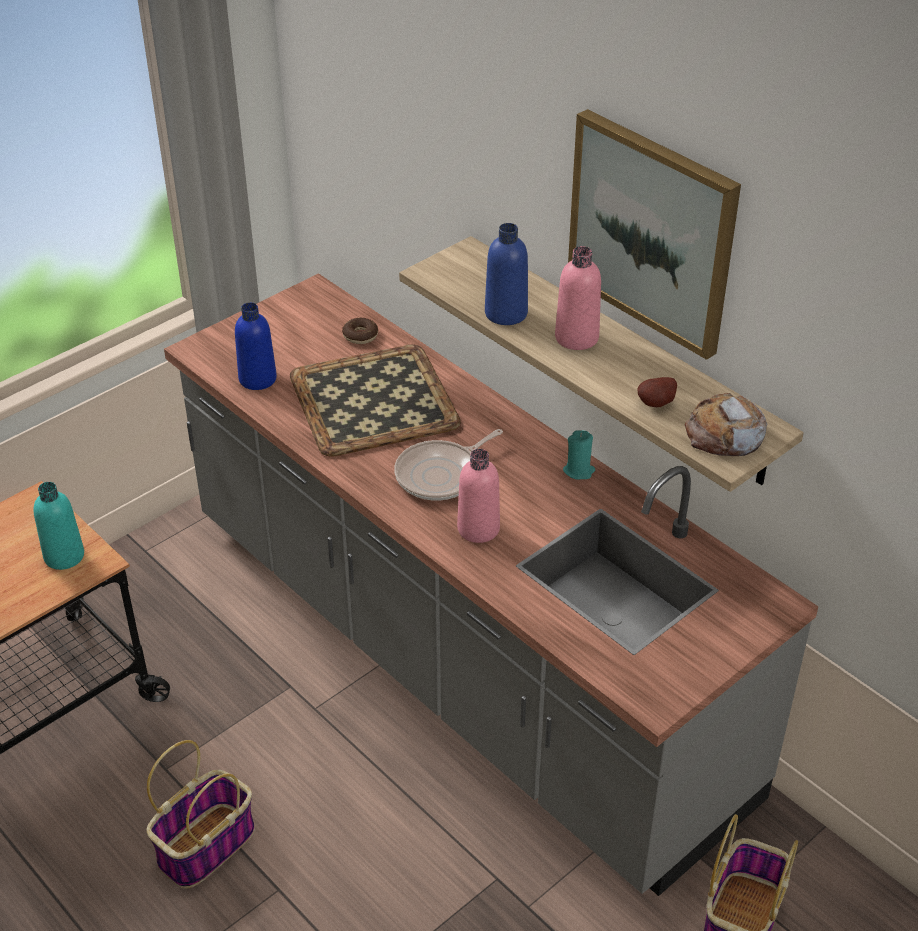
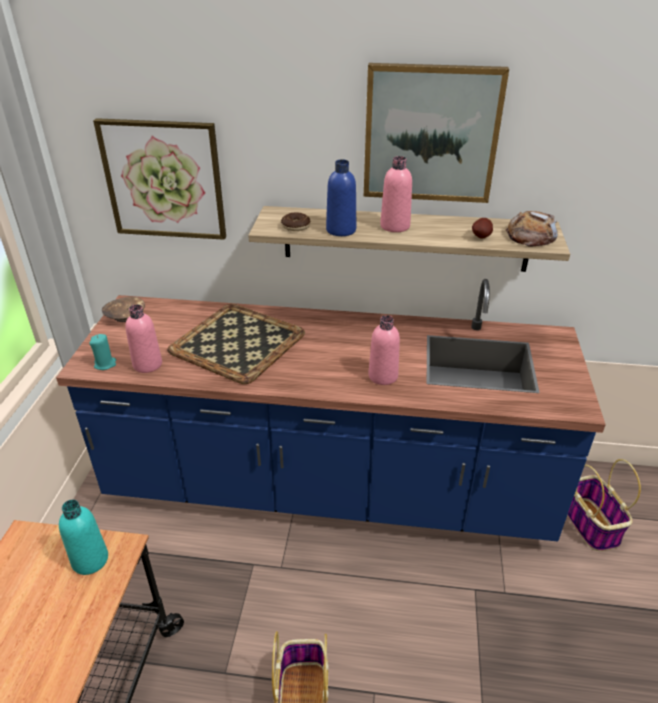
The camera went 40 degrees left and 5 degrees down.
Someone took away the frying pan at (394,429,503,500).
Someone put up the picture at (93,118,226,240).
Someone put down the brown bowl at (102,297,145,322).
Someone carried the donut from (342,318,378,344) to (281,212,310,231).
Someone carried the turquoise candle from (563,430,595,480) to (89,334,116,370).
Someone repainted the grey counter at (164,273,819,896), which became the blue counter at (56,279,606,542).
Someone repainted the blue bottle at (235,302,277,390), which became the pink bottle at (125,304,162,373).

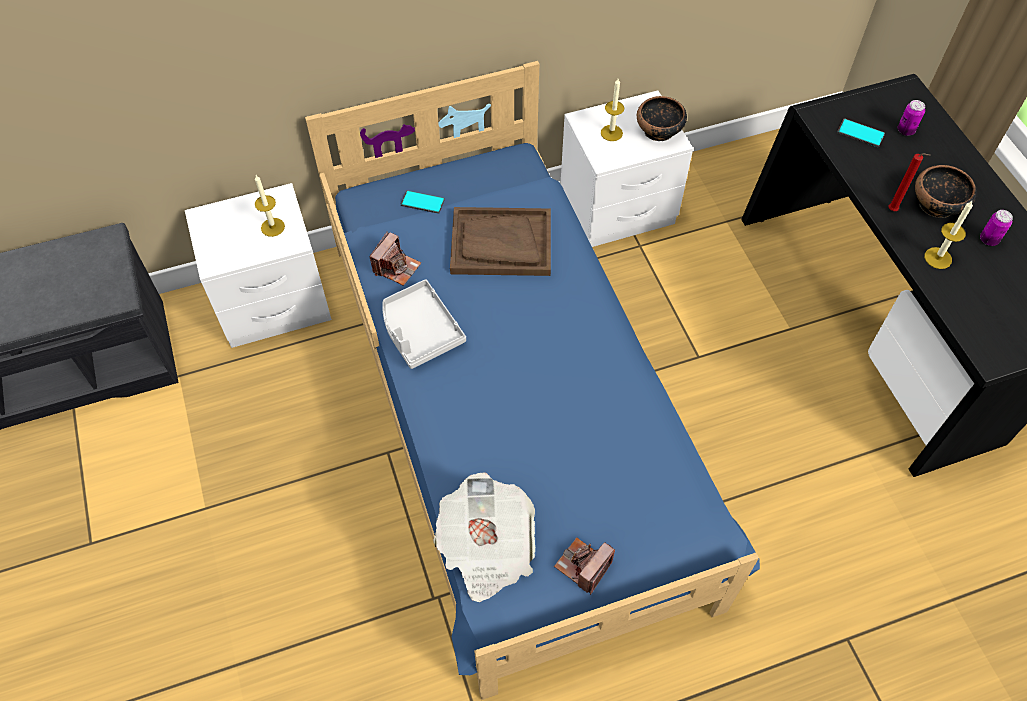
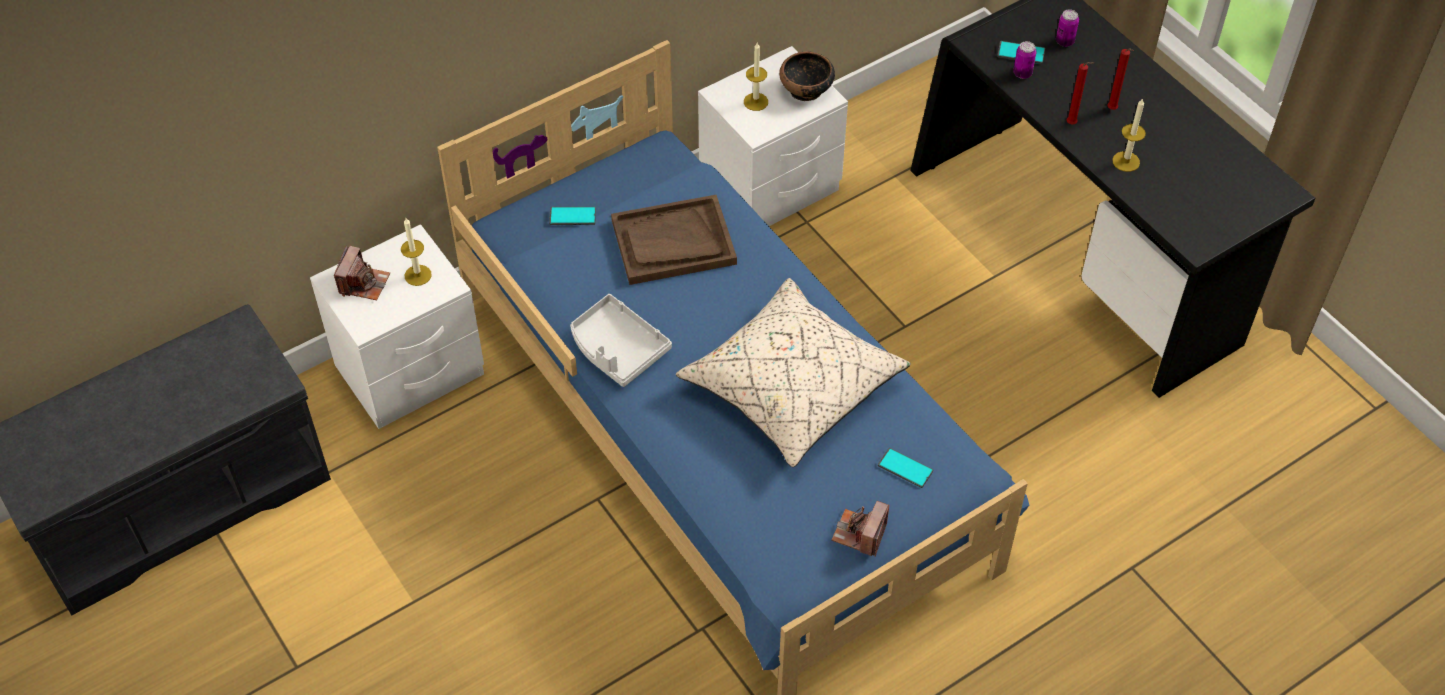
The camera went 15 degrees left and 5 degrees down.
Someone took away the newspaper at (434,473,535,602).
Someone put down the beige pillow at (676,278,911,467).
Someone put down the phone at (878,448,933,488).
Someone carried the photo camera from (370,232,421,286) to (334,246,390,300).
Someone carried the can from (980,210,1013,246) to (1013,41,1037,79).
Someone swapped the bowl at (915,165,977,218) for the red candle at (1107,49,1134,110).

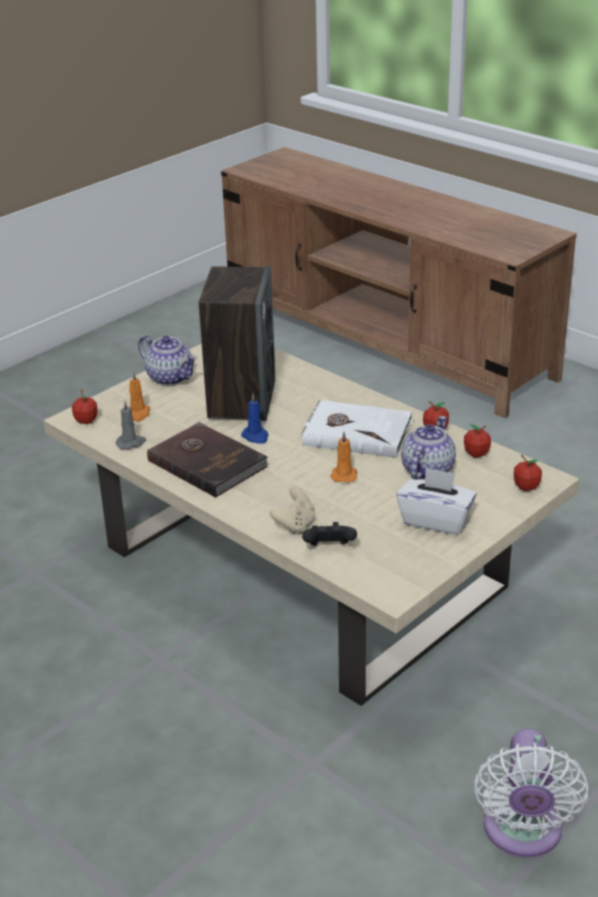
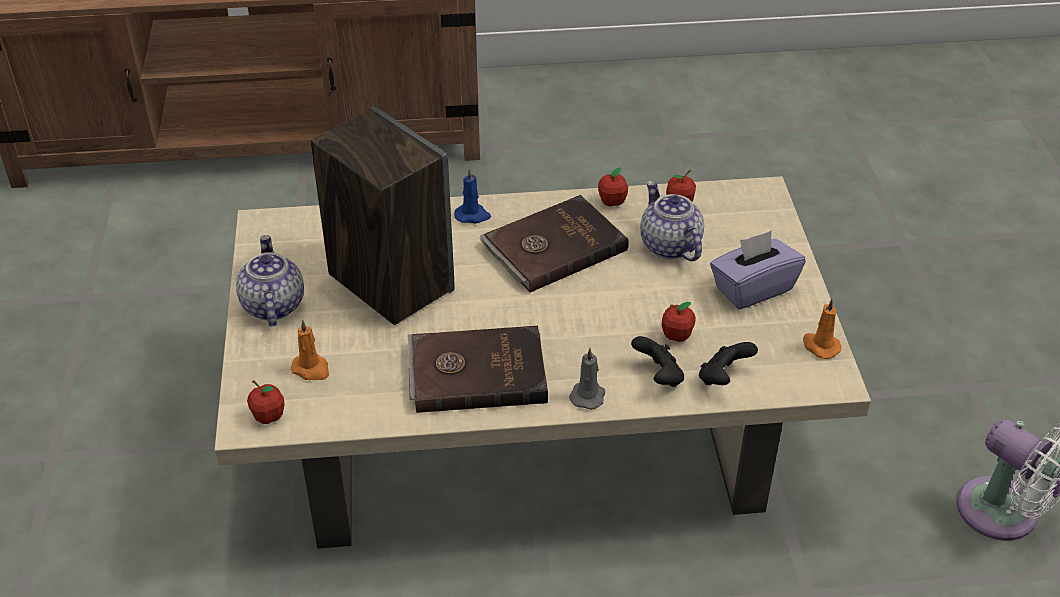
The camera went 50 degrees left and 10 degrees up.
Someone carried the grey candle from (116,400,146,449) to (569,348,605,410).
Someone carried the blue candle from (241,394,269,444) to (454,168,491,224).
Someone carried the orange candle from (330,432,357,483) to (803,299,841,359).
Someone carried the apple from (514,455,542,491) to (662,302,696,342).
Someone repainted the beige game controller at (270,487,315,535), which became the black game controller at (631,336,684,387).
Someone repainted the white book at (301,400,414,458), which became the brown book at (479,195,629,292).
Someone repainted the white tissue box at (396,467,477,535), which became the purple tissue box at (710,231,806,309).
Someone rotated the teapot at (138,336,197,385) by 90 degrees counterclockwise.

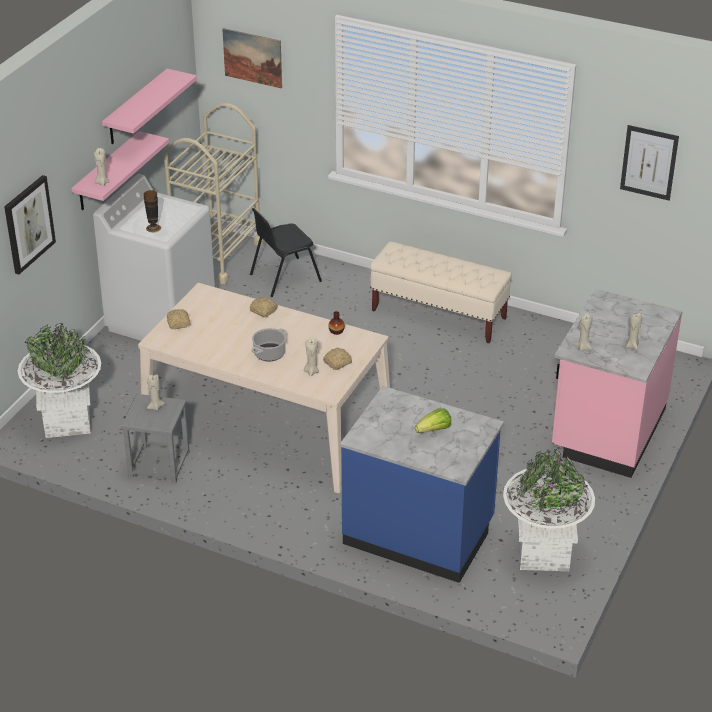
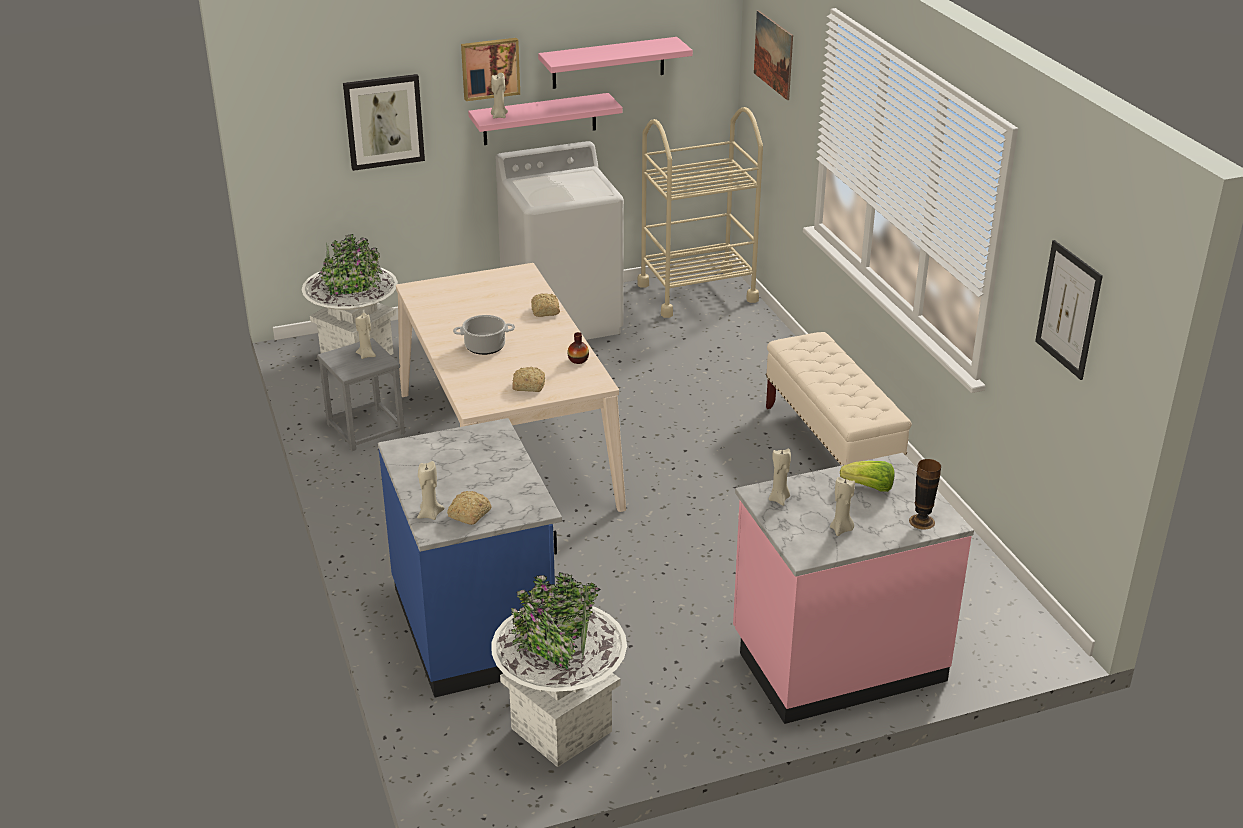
The camera went 45 degrees right and 5 degrees down.
Someone took away the black chair at (250,208,322,297).
Someone put up the picture at (461,38,520,101).
Someone carried the vase from (144,190,161,232) to (909,459,941,529).
Someone carried the bread from (167,309,191,329) to (447,491,491,525).
Someone carried the beige candle from (304,337,319,376) to (417,461,445,520).
Someone carried the lettuce from (415,408,451,433) to (840,461,895,492).

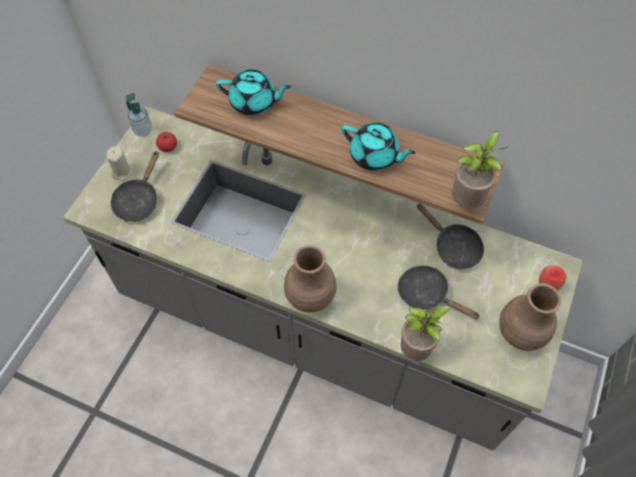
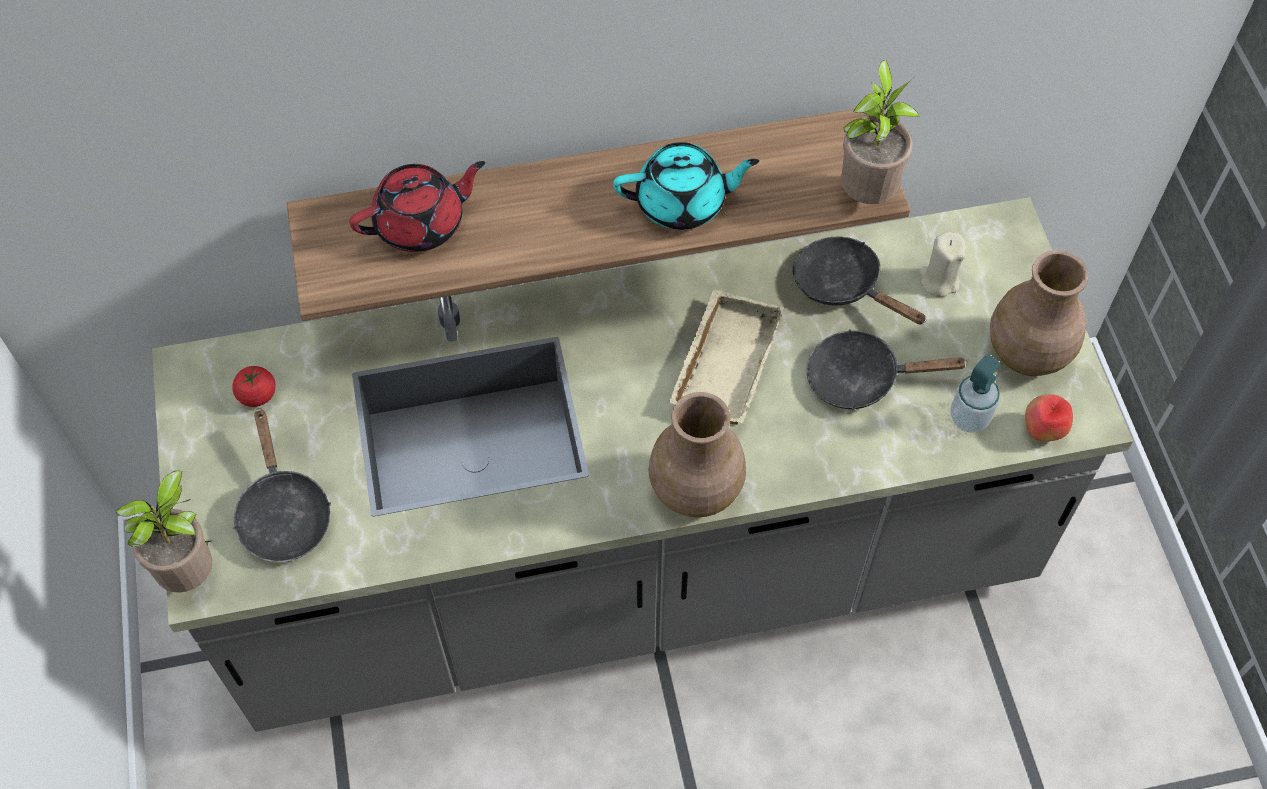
The camera went 35 degrees left and 0 degrees up.
Someone put down the beige tray at (668,289,784,425).
Someone carried the beige candle from (107,147,133,181) to (919,232,966,297).
Someone carried the soap dispenser from (126,93,152,137) to (951,354,1001,433).
Someone carried the potted plant from (401,305,451,361) to (116,471,212,593).
Someone carried the apple from (539,265,566,291) to (1025,394,1073,441).
Someone repainted the turquoise teapot at (216,69,291,115), which became the red teapot at (349,161,485,252).
Someone rotated the black frying pan at (417,203,484,269) by 150 degrees counterclockwise.

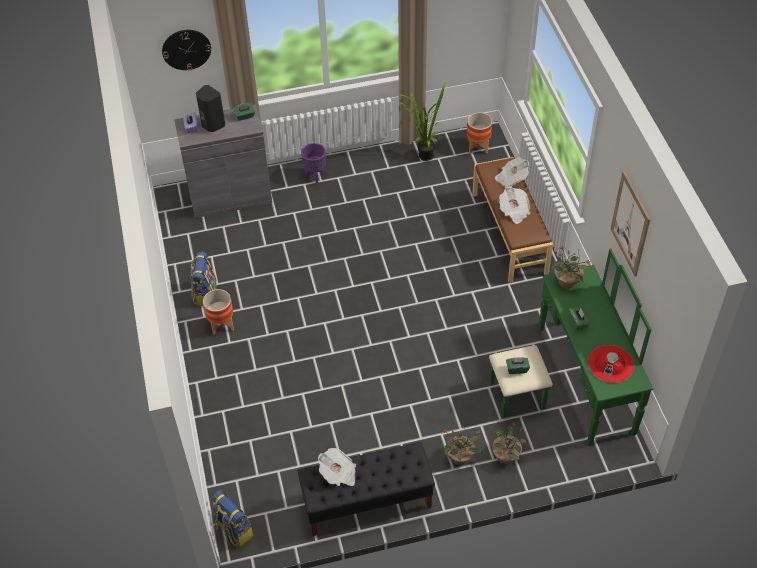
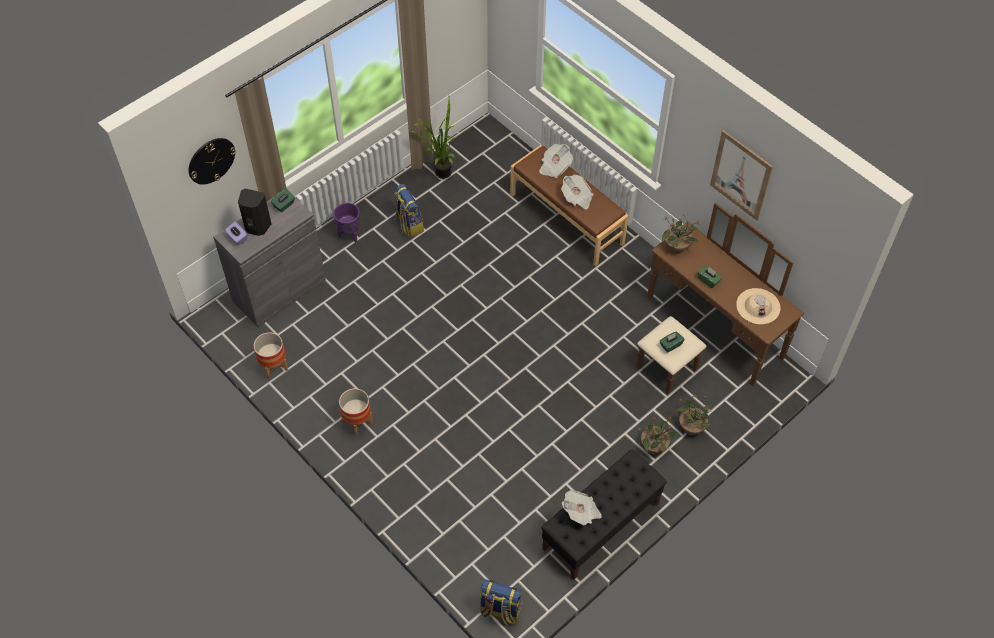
The camera went 30 degrees left and 5 degrees up.
Someone carried the backpack from (190,252,217,306) to (395,184,424,237).
Someone carried the planter from (467,112,492,153) to (253,332,288,379).
Someone repainted the green dresser at (489,249,653,446), which became the brown dresser at (636,202,804,394).
Someone repainted the red hat at (588,345,634,383), which became the beige hat at (736,288,780,325).

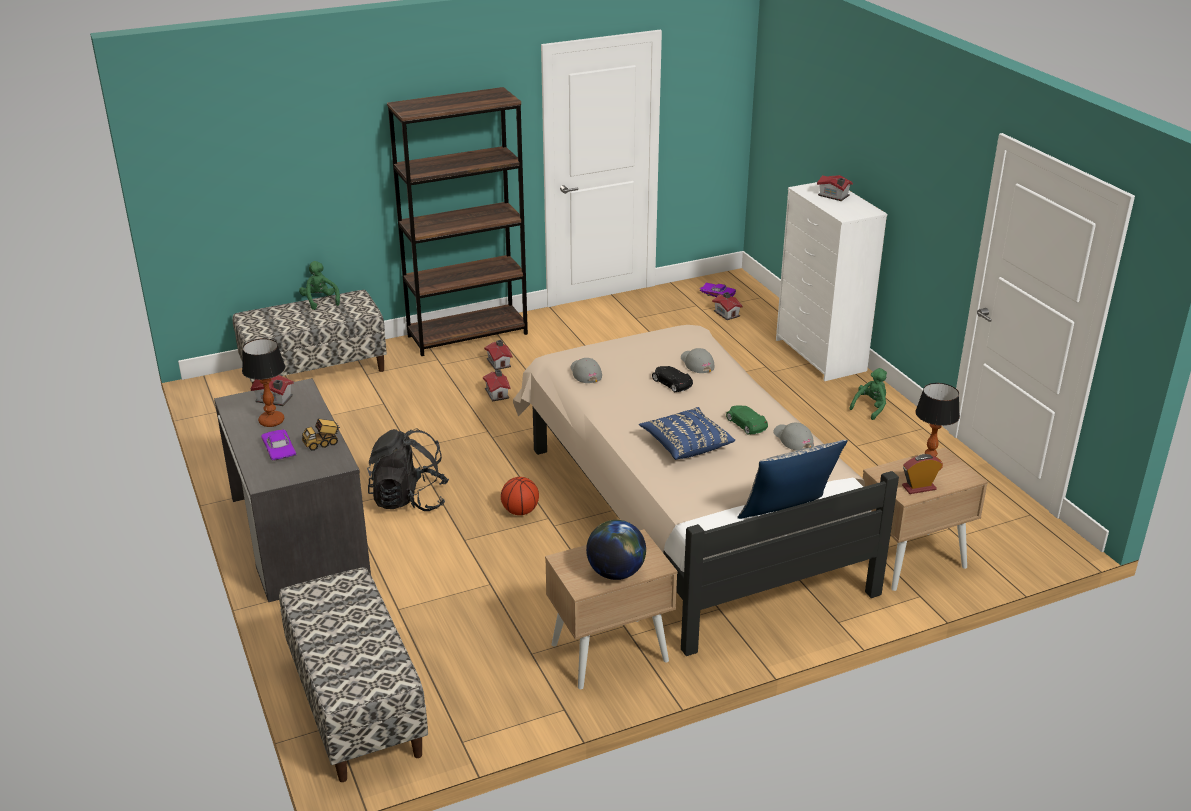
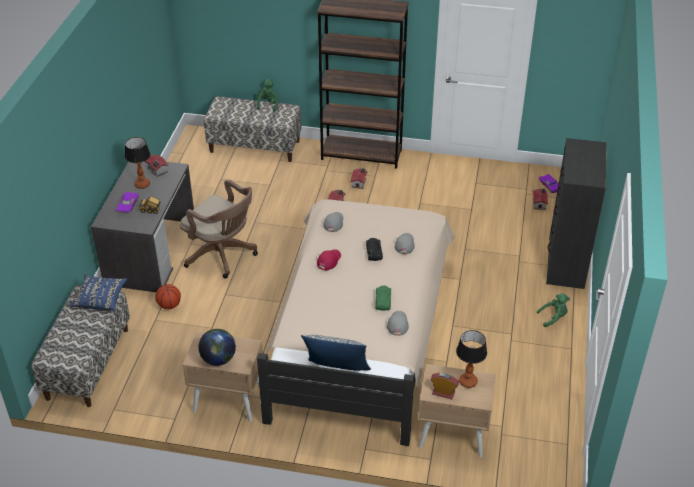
The camera went 35 degrees right and 10 degrees up.
Someone took away the toy house at (817,175,853,201).
Someone put down the red cap at (317,249,341,270).
Someone carried the basketball from (501,477,539,515) to (156,284,181,309).
Someone carried the blue pillow from (639,407,735,460) to (71,275,128,311).
Someone swapped the black backpack at (367,428,449,511) for the brown office chair at (180,179,258,279).
Someone repainted the white dresser at (776,182,887,381), which became the black dresser at (546,138,606,289).

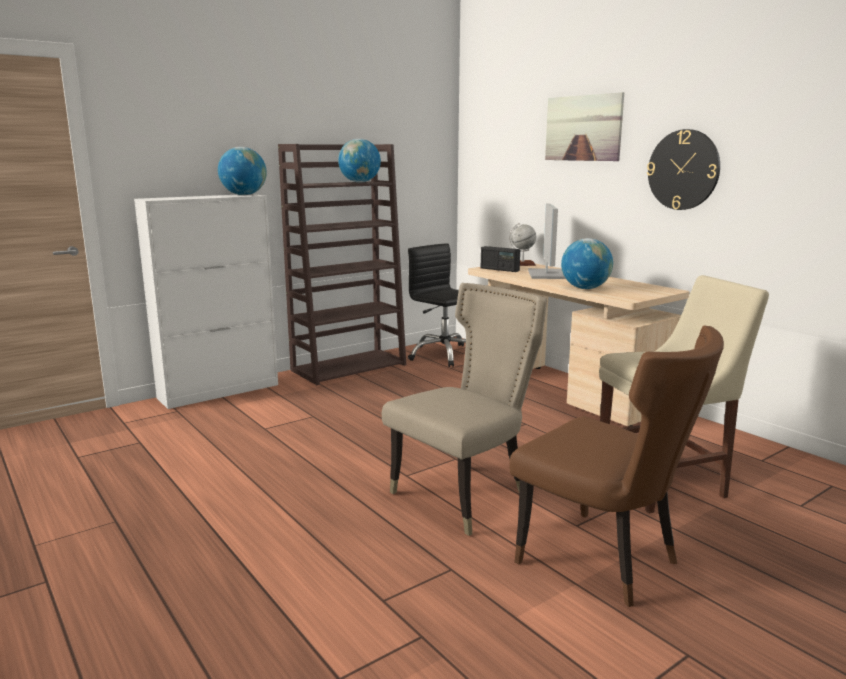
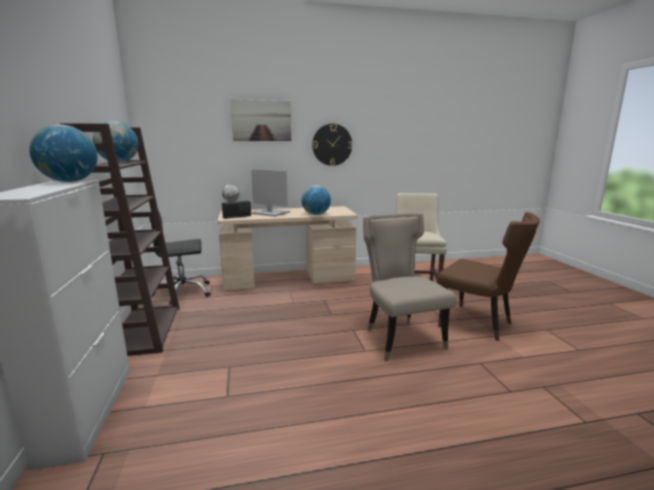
The camera went 65 degrees left and 0 degrees up.
Someone rotated the brown chair at (509,326,724,607) by 60 degrees clockwise.

